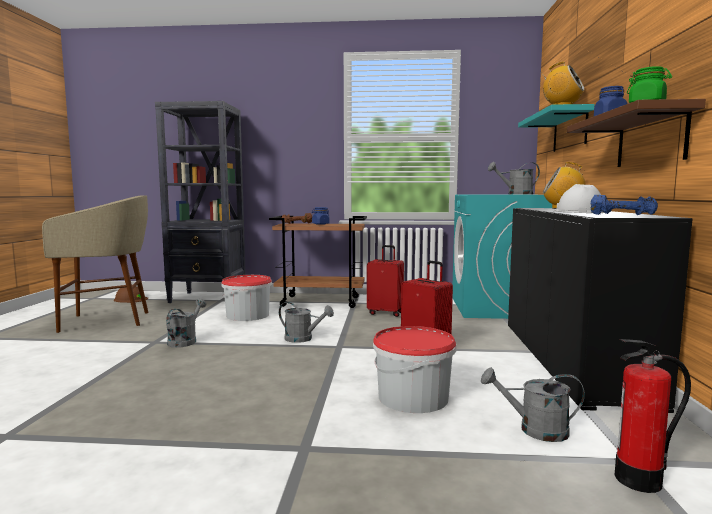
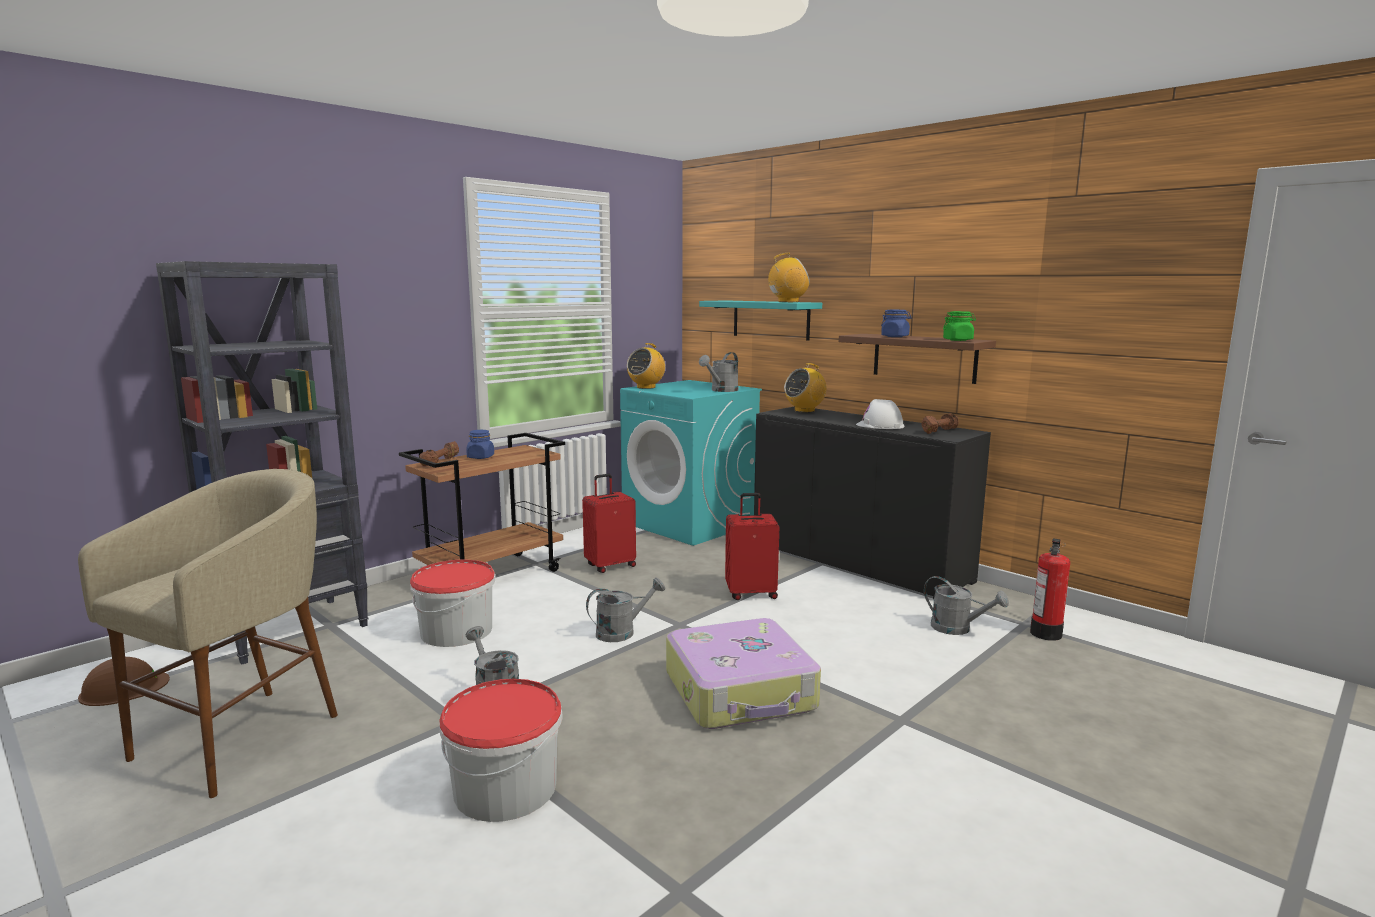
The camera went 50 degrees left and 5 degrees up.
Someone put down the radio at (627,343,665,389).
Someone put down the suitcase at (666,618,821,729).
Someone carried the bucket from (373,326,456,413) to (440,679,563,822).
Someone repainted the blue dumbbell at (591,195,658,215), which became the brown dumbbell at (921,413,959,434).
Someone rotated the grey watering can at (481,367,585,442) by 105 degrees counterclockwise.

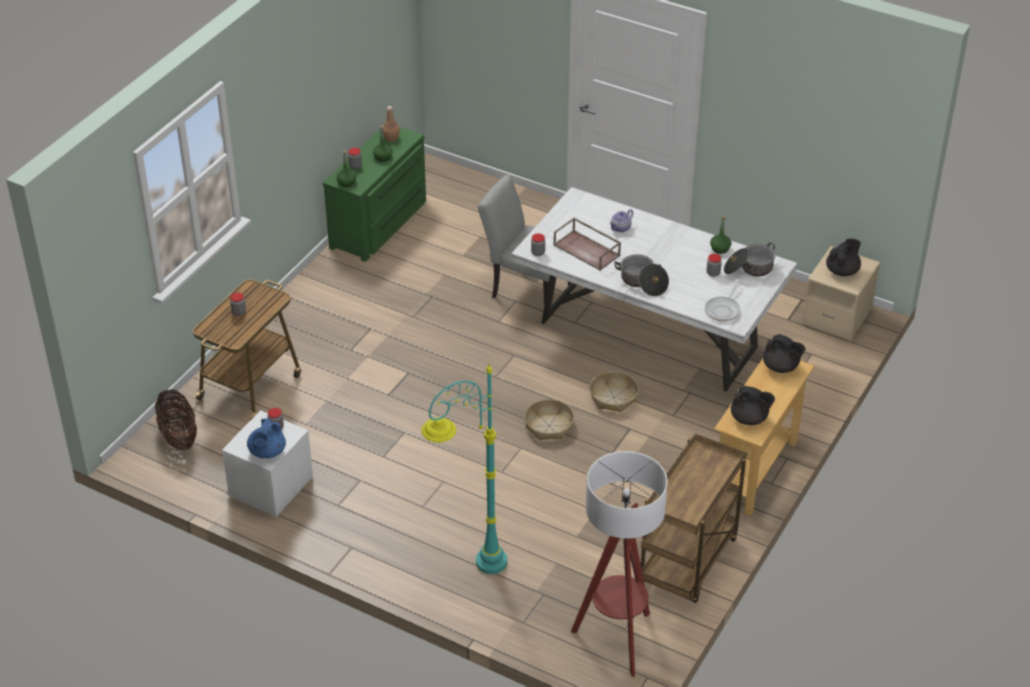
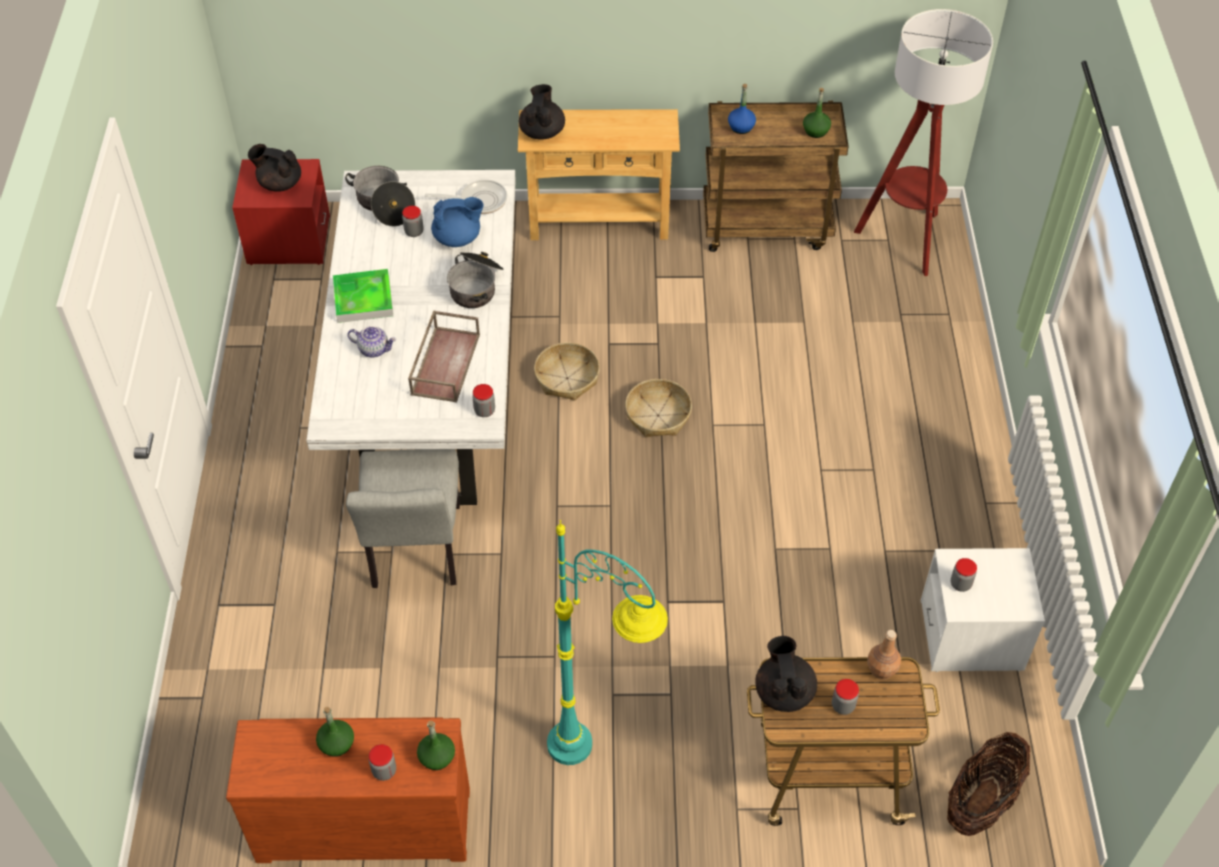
The camera went 120 degrees left and 10 degrees up.
Someone put down the tray at (333,269,393,323).
Someone put down the blue bottle at (728,84,756,134).
Someone carried the blue teapot from (247,418,286,458) to (431,197,484,247).
Someone carried the brown bottle from (383,106,400,142) to (867,630,901,680).
Someone carried the turquoise floor lamp from (421,362,507,574) to (547,520,668,765).
Someone carried the green bottle from (710,216,731,254) to (803,88,831,138).
Someone carried the black teapot from (731,386,775,425) to (755,636,817,712).
Someone repainted the green dresser at (323,127,426,262), which became the brown dresser at (226,717,470,863).
Someone repainted the beige nightstand at (802,246,880,341), which became the red nightstand at (232,159,330,265).

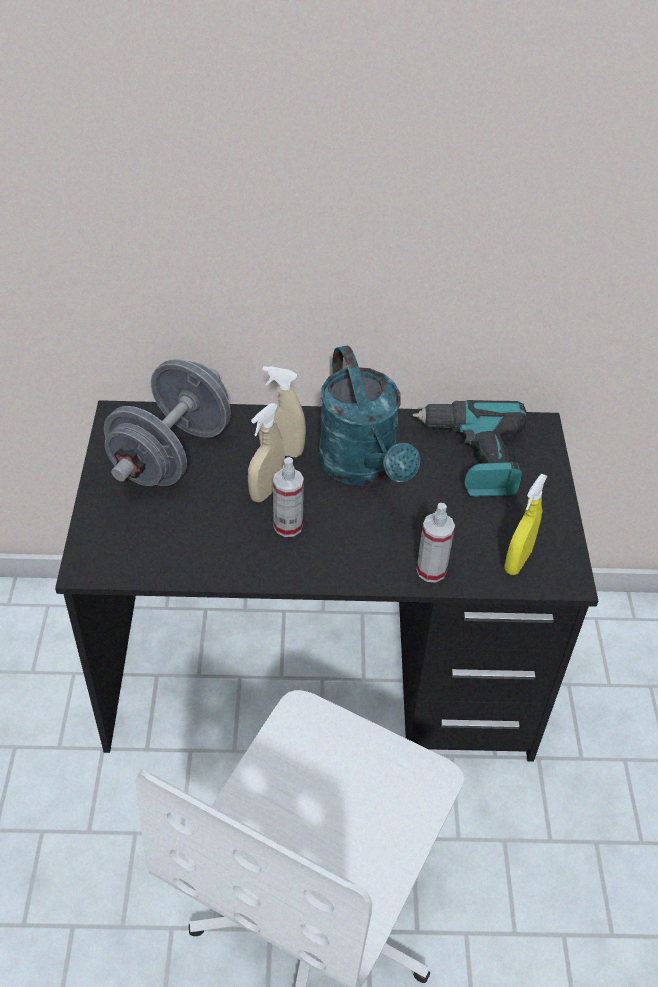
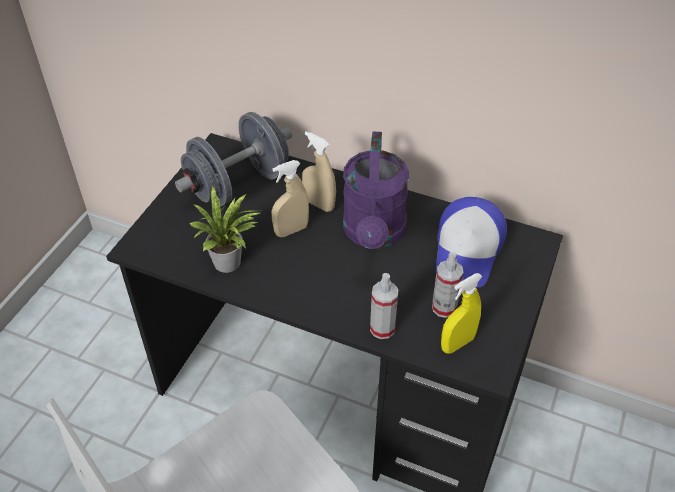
The camera went 25 degrees right and 0 degrees up.
Someone put down the potted plant at (190,186,260,273).
Someone carried the spray bottle from (273,457,304,537) to (432,252,463,318).
Someone swapped the power drill at (412,400,527,497) for the cap at (436,197,507,287).
Someone repainted the turquoise watering can at (318,346,420,486), which became the purple watering can at (343,132,409,249).

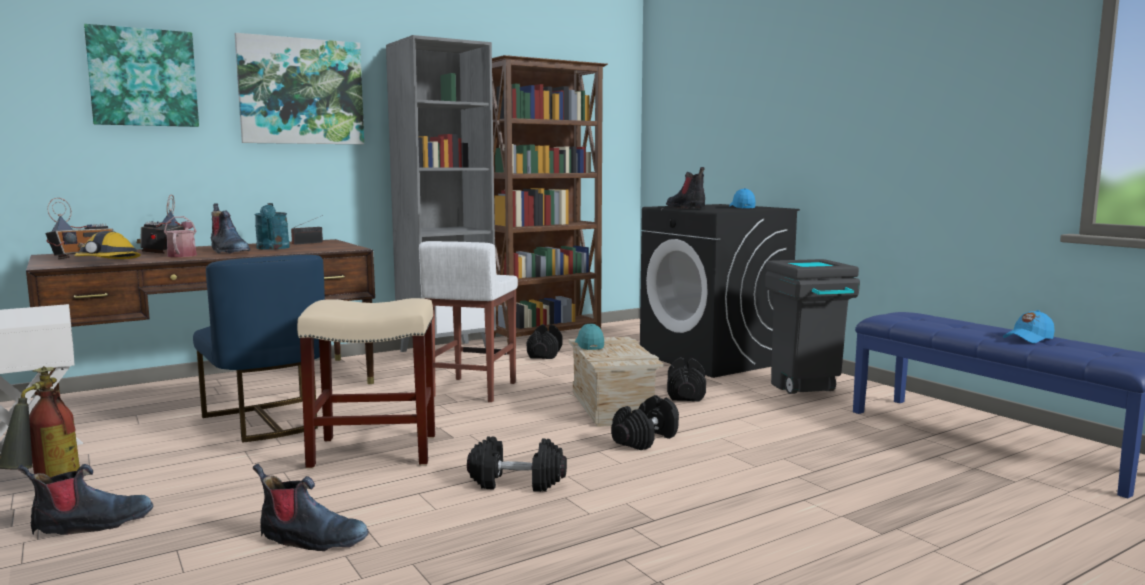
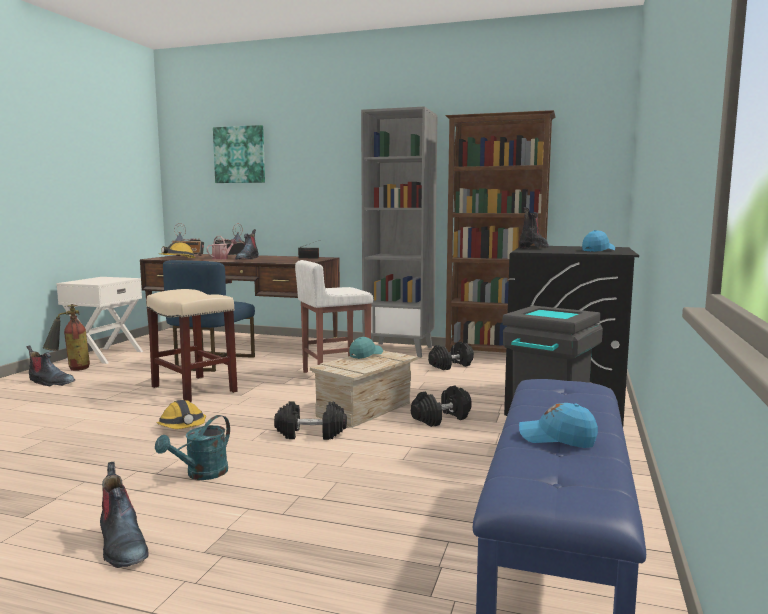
The camera went 50 degrees right and 0 degrees up.
Someone took away the picture at (235,33,364,144).
Someone carried the boot from (253,464,369,551) to (100,462,149,568).
Someone carried the turquoise watering can from (254,203,290,250) to (155,415,230,480).
Someone swapped the black dumbbell at (467,436,567,492) for the hard hat at (157,400,206,429).

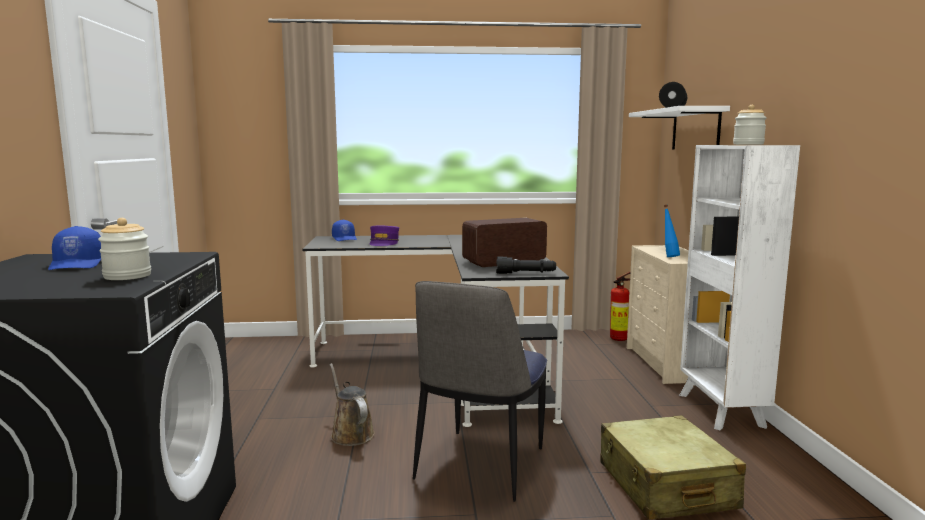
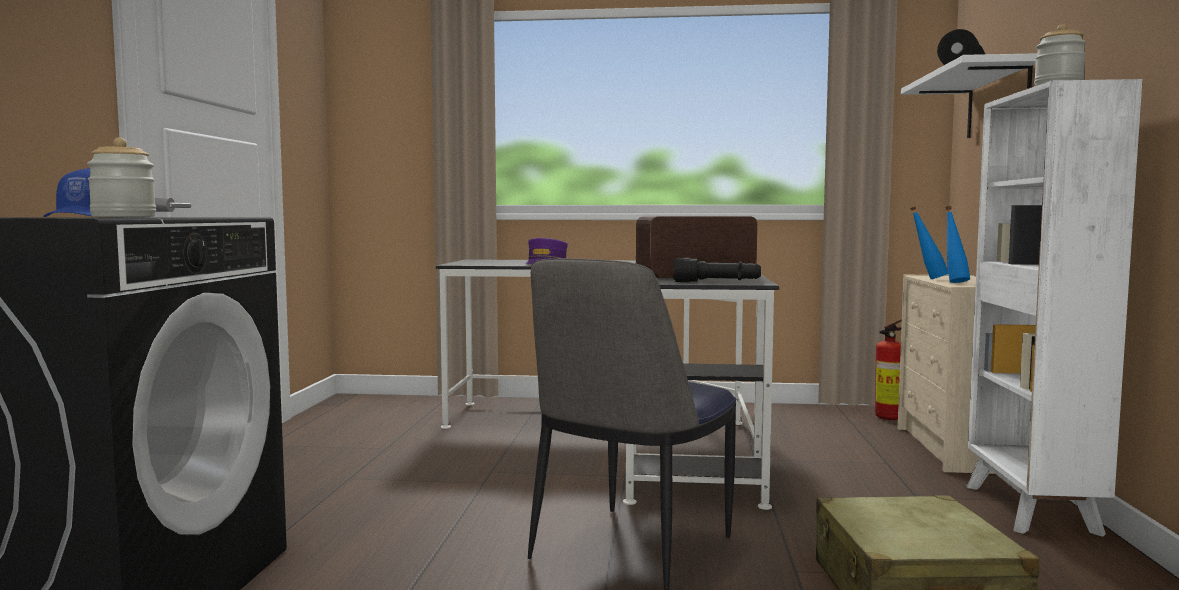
The camera went 10 degrees right and 5 degrees down.
Someone took away the brown watering can at (329,363,375,446).
Someone took away the blue cap at (332,219,357,241).
Someone put down the blue bottle at (910,206,948,279).

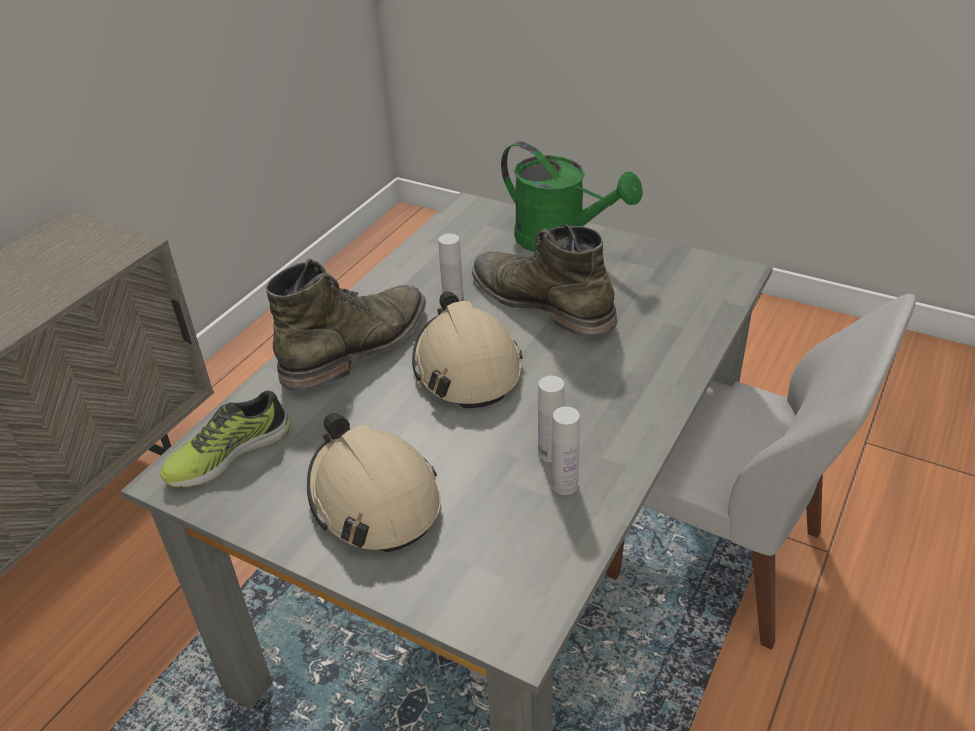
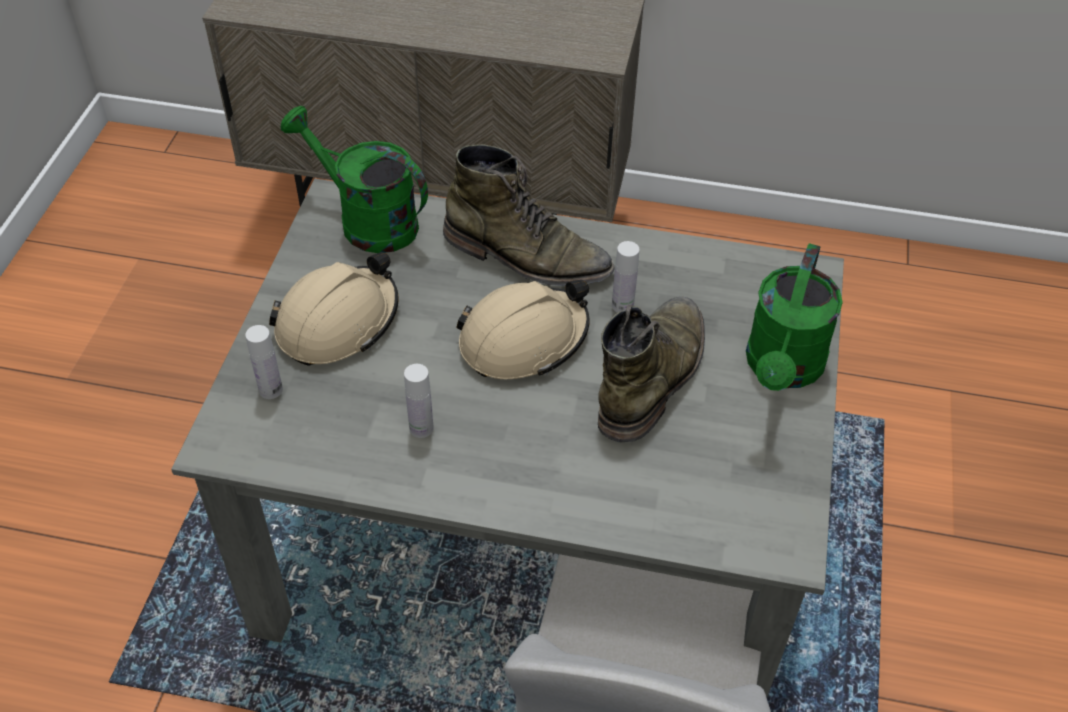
The camera went 70 degrees right and 10 degrees up.
Someone carried the white bottle from (552,406,580,495) to (245,325,283,399).
Someone swapped the shoe at (160,391,290,487) for the green watering can at (281,106,428,253).

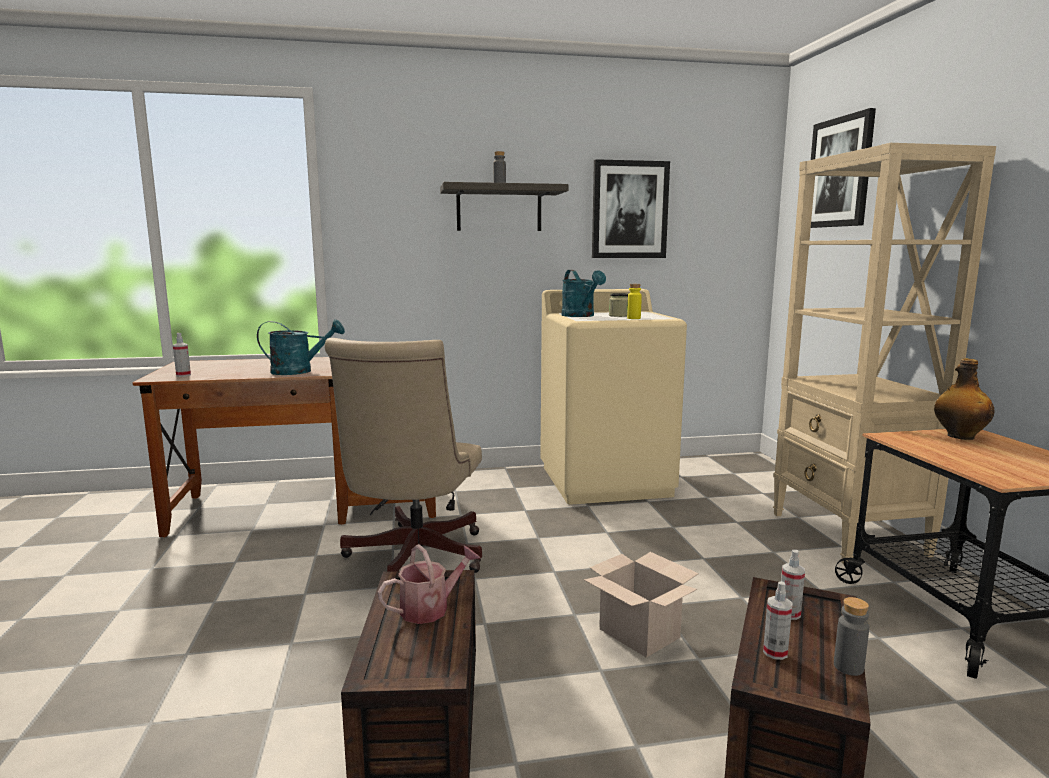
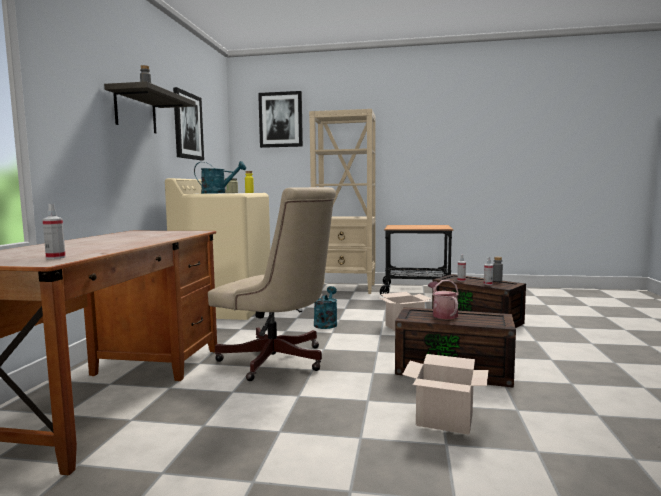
The camera went 70 degrees left and 5 degrees down.
Someone took away the bottle at (934,358,994,440).
Someone put down the cardboard box at (402,354,488,435).
Someone carried the turquoise watering can from (257,319,345,375) to (314,286,337,329).

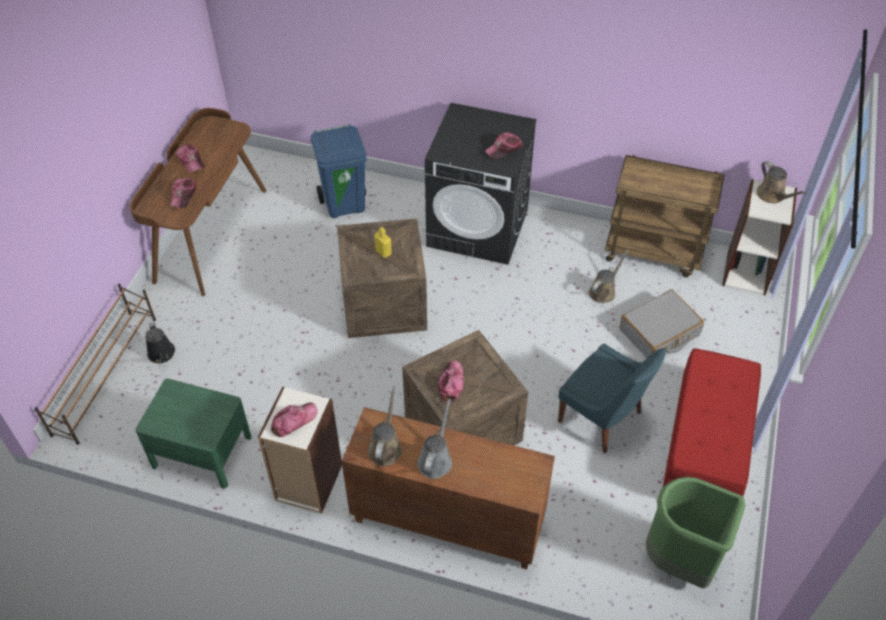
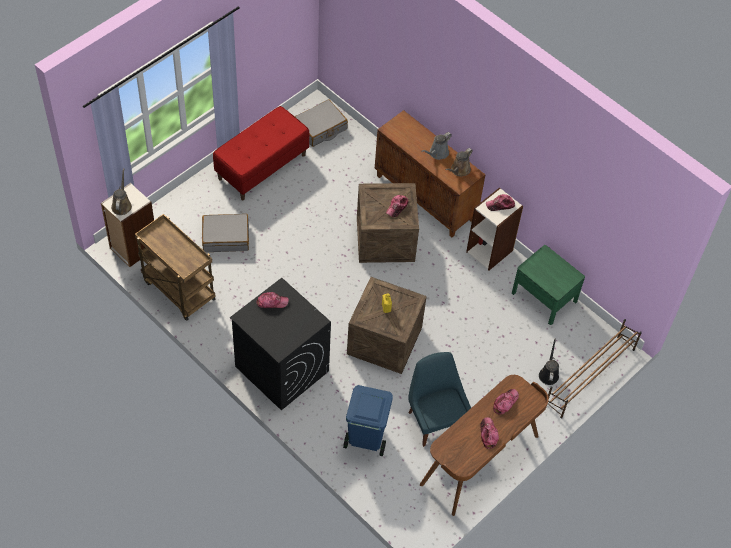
The camera went 155 degrees left and 5 degrees up.
Someone took away the brown watering can at (589,250,629,303).
Someone carried the blue chair from (558,344,666,454) to (409,352,471,447).
Someone swapped the green trash can at (646,477,745,588) for the grey suitcase at (295,99,348,147).

